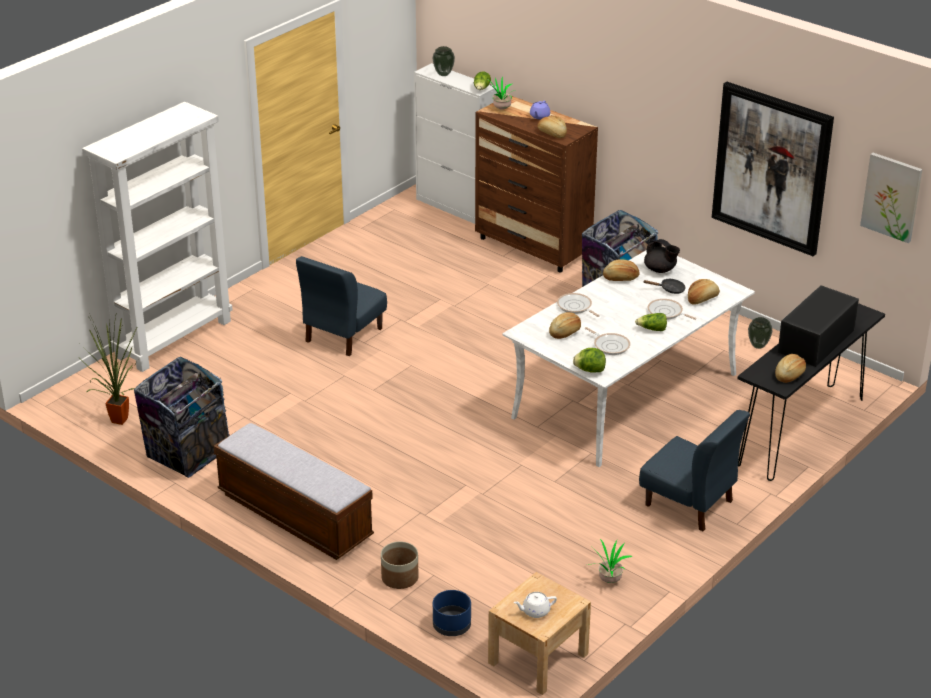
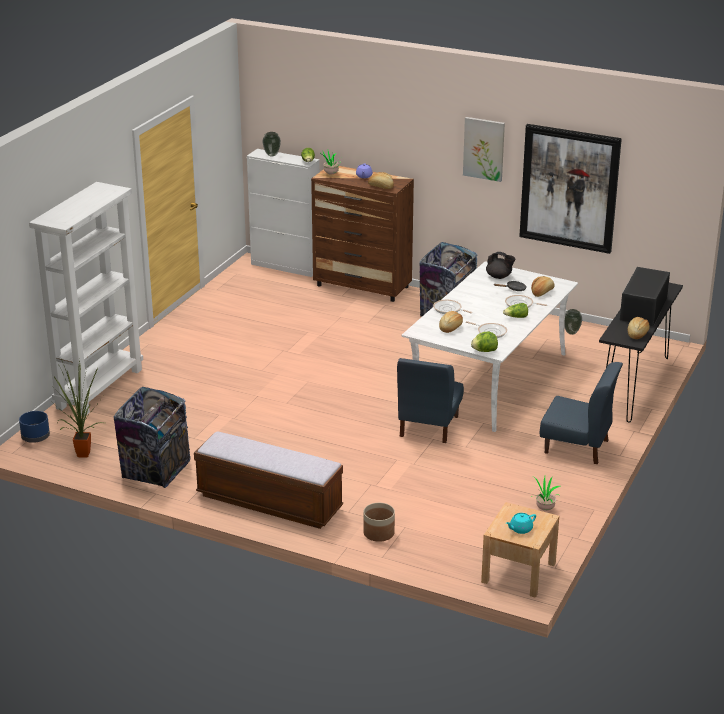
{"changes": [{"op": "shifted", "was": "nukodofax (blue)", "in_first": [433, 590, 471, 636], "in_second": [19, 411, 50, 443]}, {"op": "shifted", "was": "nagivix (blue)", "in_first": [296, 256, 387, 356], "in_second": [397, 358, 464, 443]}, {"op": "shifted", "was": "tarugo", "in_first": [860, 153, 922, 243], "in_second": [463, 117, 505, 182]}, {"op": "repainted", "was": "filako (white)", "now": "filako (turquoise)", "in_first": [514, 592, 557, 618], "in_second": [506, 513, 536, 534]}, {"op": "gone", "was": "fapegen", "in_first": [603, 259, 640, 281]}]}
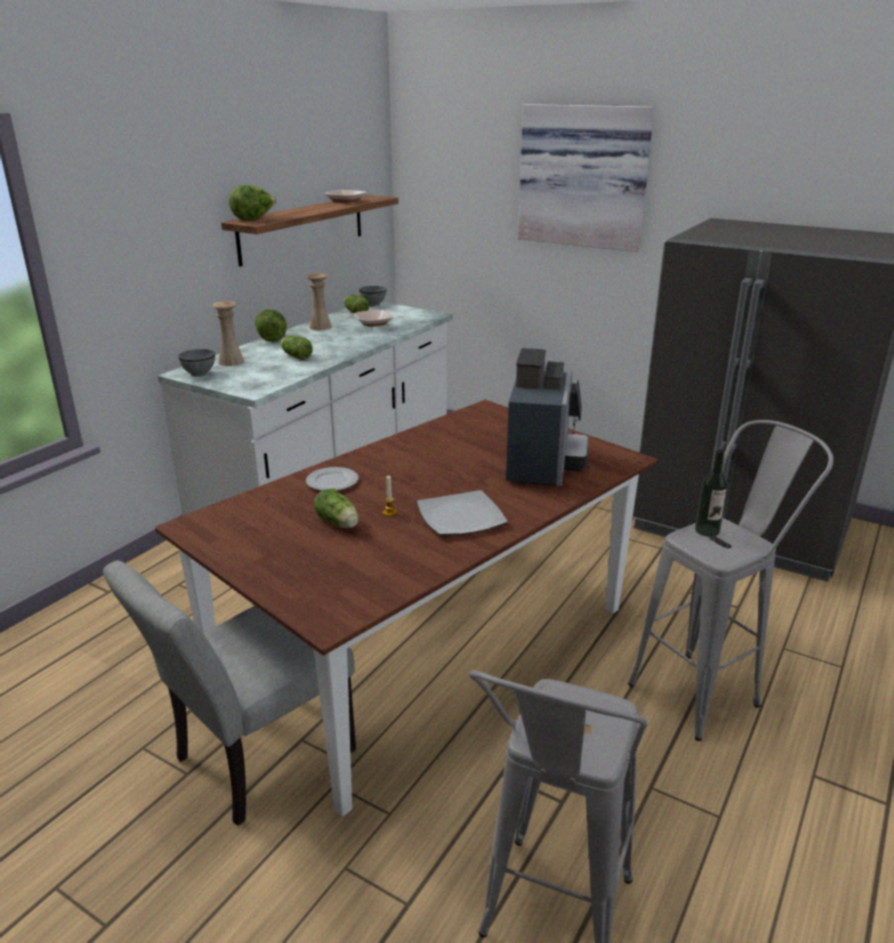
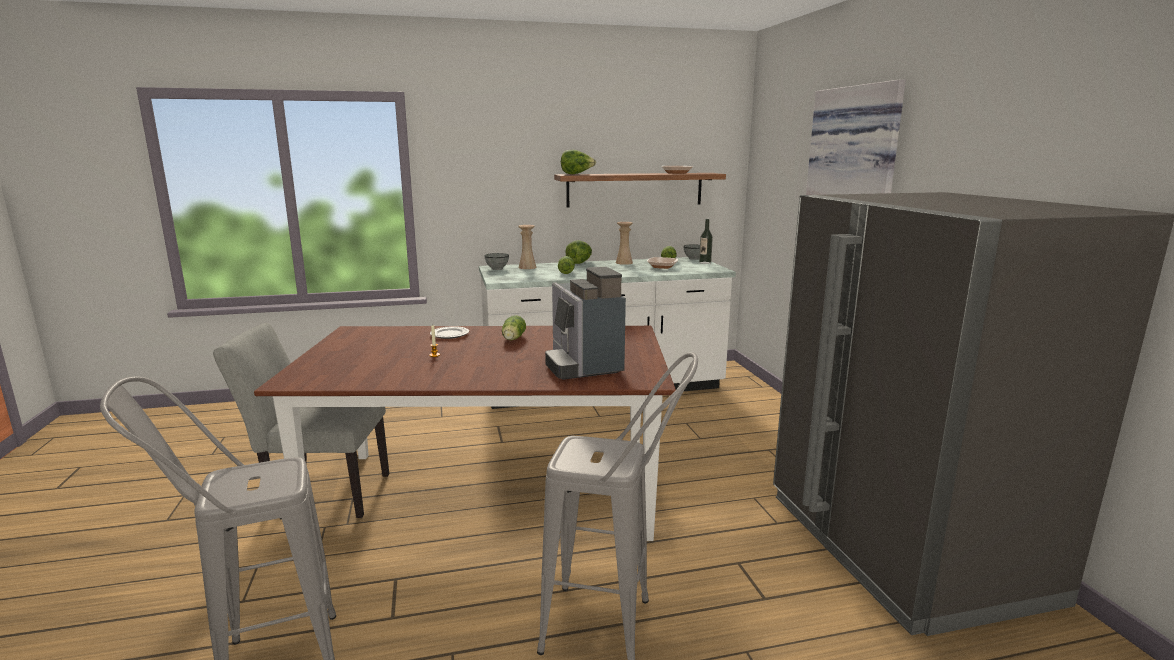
{"changes": [{"op": "shifted", "was": "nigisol", "in_first": [314, 488, 358, 528], "in_second": [502, 315, 526, 340]}, {"op": "rotated", "was": "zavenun", "in_first": [506, 348, 589, 486], "in_second": [545, 267, 626, 380], "clockwise": 105}, {"op": "shifted", "was": "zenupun", "in_first": [695, 450, 728, 537], "in_second": [699, 219, 713, 264]}, {"op": "gone", "was": "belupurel", "in_first": [417, 490, 508, 535]}]}
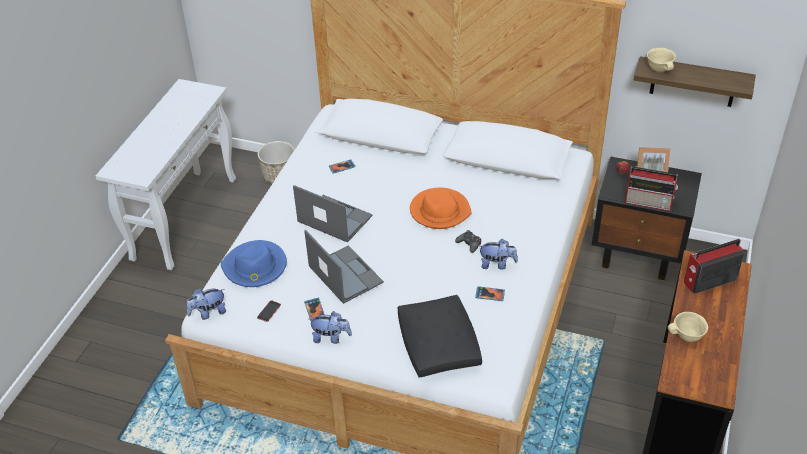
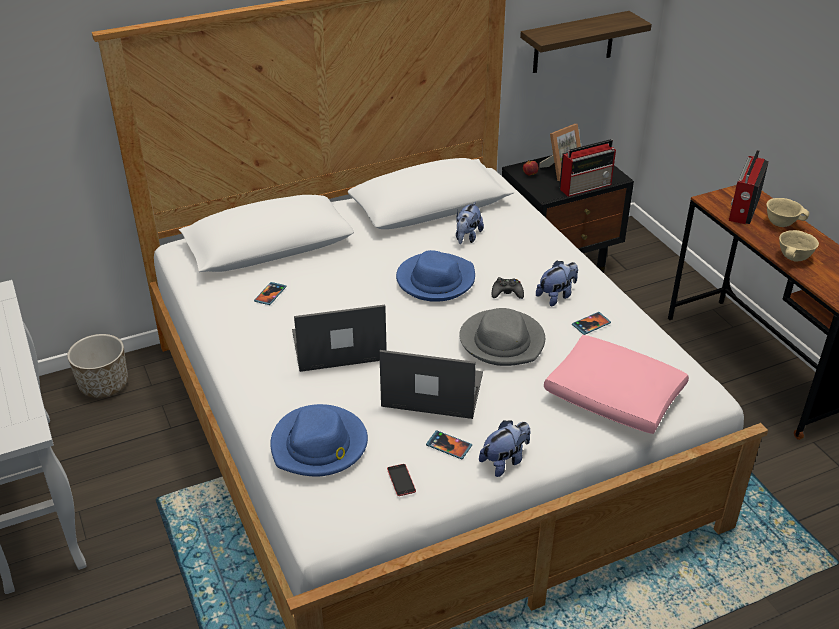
{"changes": [{"op": "repainted", "was": "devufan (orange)", "now": "devufan (blue)", "in_first": [410, 188, 471, 229], "in_second": [396, 250, 475, 302]}, {"op": "shifted", "was": "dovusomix", "in_first": [187, 288, 226, 320], "in_second": [456, 202, 484, 244]}, {"op": "new", "now": "devufan (grey)", "in_second": [459, 308, 545, 366]}, {"op": "repainted", "was": "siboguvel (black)", "now": "siboguvel (pink)", "in_first": [398, 295, 482, 378], "in_second": [544, 335, 689, 434]}, {"op": "shifted", "was": "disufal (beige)", "in_first": [647, 48, 676, 72], "in_second": [766, 198, 809, 227]}]}
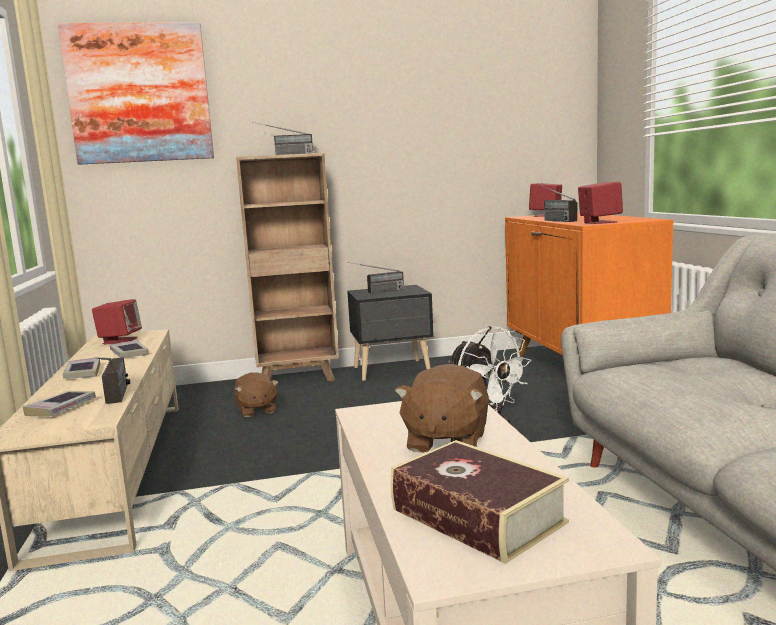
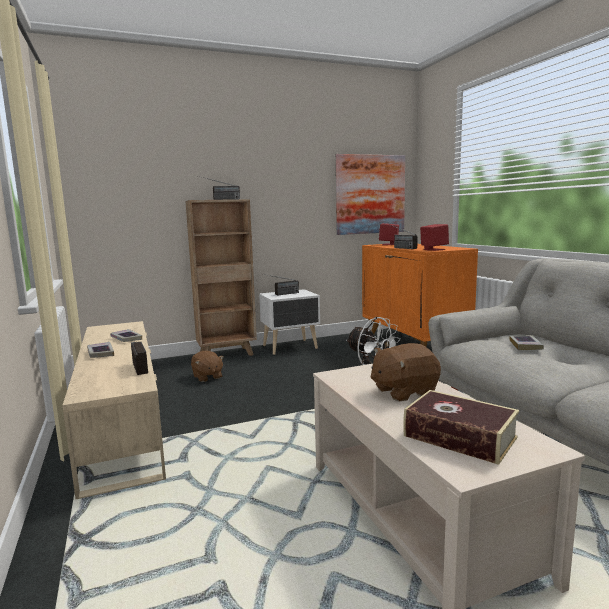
{"changes": [{"op": "repainted", "was": "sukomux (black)", "now": "sukomux (white)", "in_first": [347, 285, 434, 381], "in_second": [259, 289, 320, 355]}, {"op": "shifted", "was": "tarugo", "in_first": [58, 22, 214, 165], "in_second": [336, 154, 405, 235]}, {"op": "rotated", "was": "dovusomix (brown)", "in_first": [395, 364, 489, 453], "in_second": [370, 343, 441, 401], "clockwise": 60}, {"op": "shifted", "was": "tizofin", "in_first": [22, 391, 96, 417], "in_second": [509, 335, 544, 350]}, {"op": "gone", "was": "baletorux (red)", "in_first": [92, 299, 142, 344]}]}
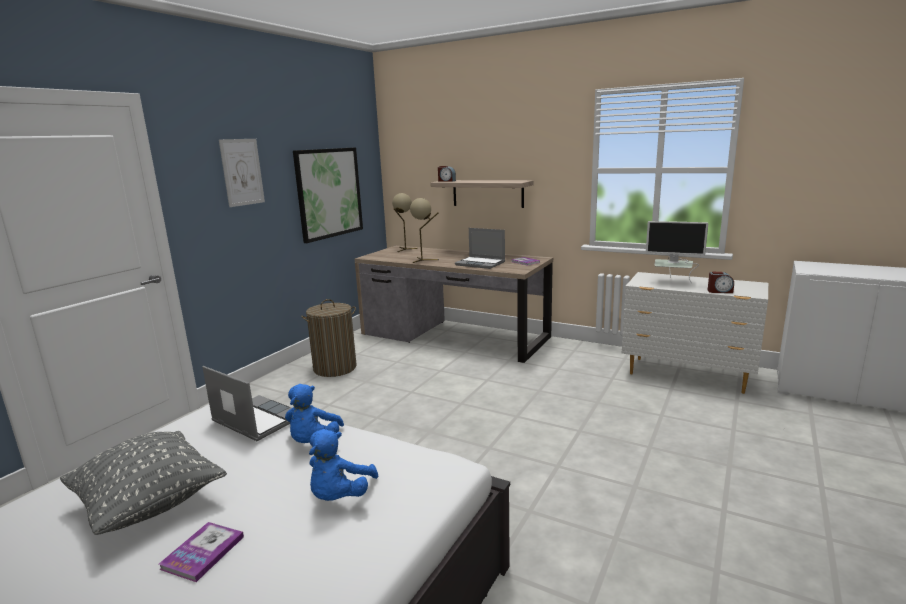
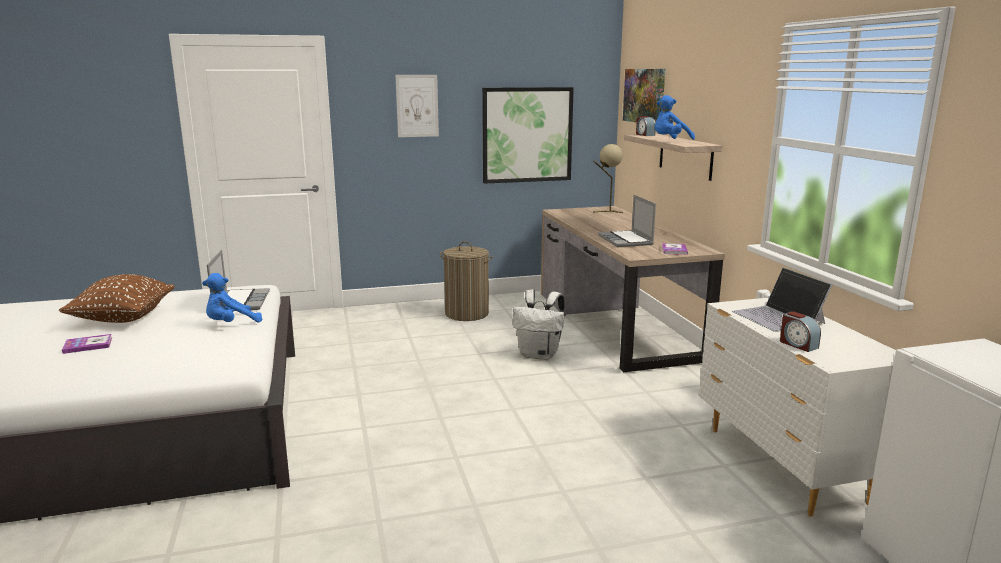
{"changes": [{"op": "repainted", "was": "siboguvel (grey)", "now": "siboguvel (brown)", "in_first": [60, 431, 227, 535], "in_second": [59, 274, 175, 323]}, {"op": "new", "now": "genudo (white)", "in_second": [512, 290, 565, 360]}, {"op": "new", "now": "tarugo", "in_second": [623, 69, 665, 123]}, {"op": "shifted", "was": "dovusomix (blue)", "in_first": [309, 429, 379, 501], "in_second": [655, 95, 695, 140]}, {"op": "swapped", "was": "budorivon", "now": "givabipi", "in_first": [646, 221, 708, 283], "in_second": [732, 268, 832, 332]}, {"op": "gone", "was": "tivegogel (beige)", "in_first": [410, 198, 439, 263]}]}
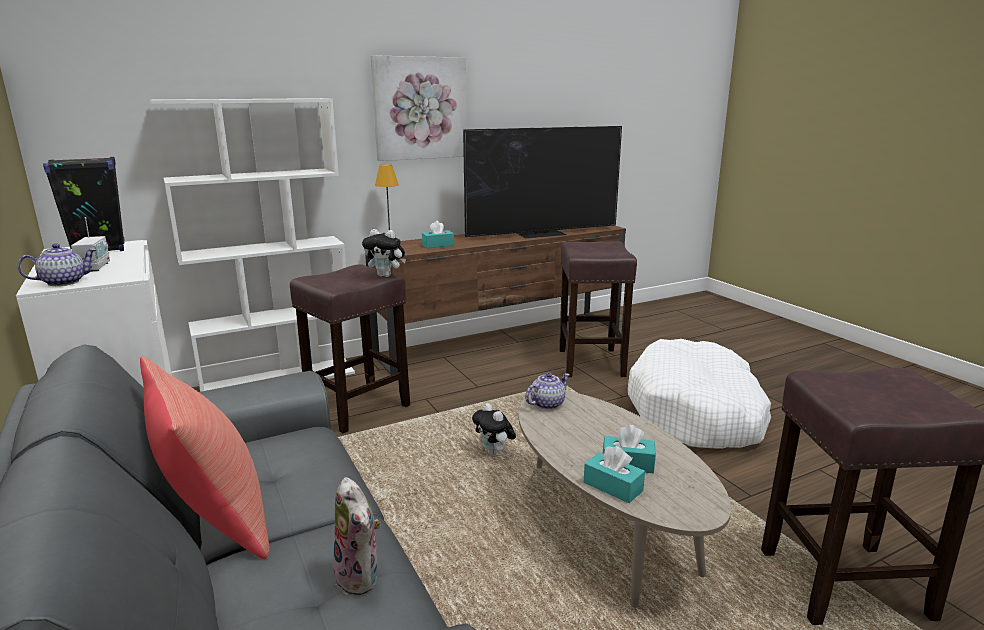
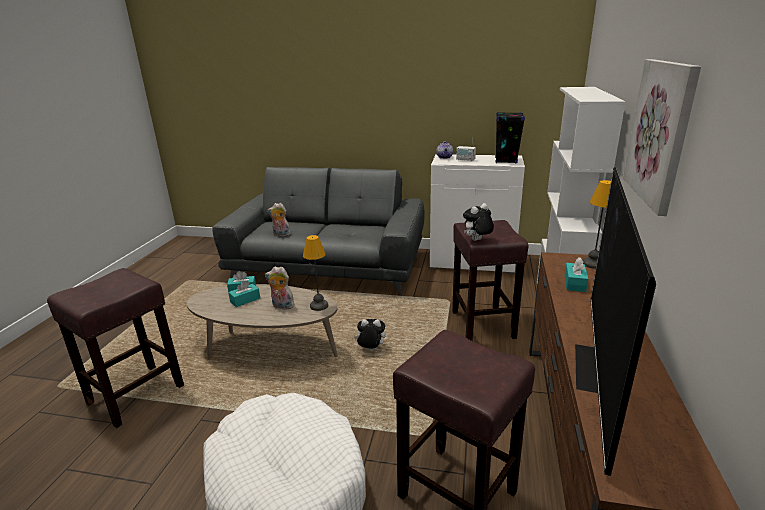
{"changes": [{"op": "new", "now": "dovusomix", "in_second": [265, 266, 295, 310]}, {"op": "swapped", "was": "filako", "now": "tivegogel", "in_first": [525, 373, 570, 410], "in_second": [303, 235, 328, 311]}, {"op": "gone", "was": "siboguvel (red)", "in_first": [140, 356, 270, 559]}]}
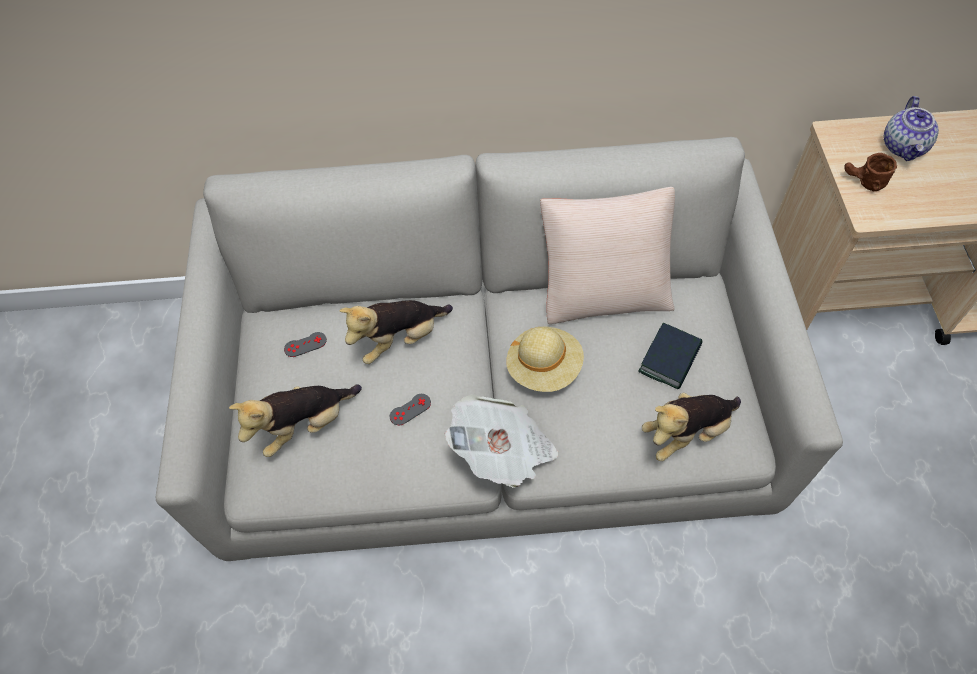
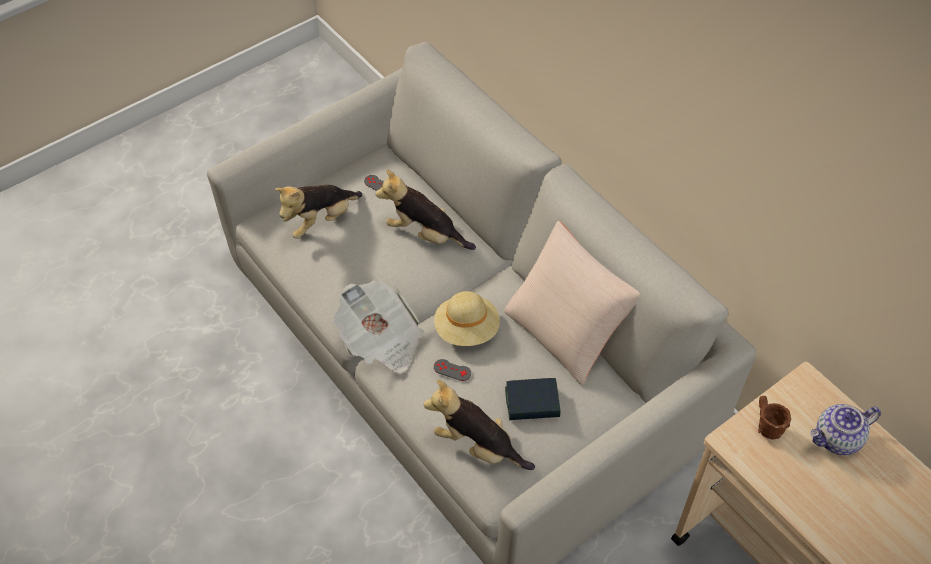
{"changes": [{"op": "rotated", "was": "dovusomix", "in_first": [229, 384, 362, 457], "in_second": [275, 185, 362, 239], "clockwise": -60}, {"op": "shifted", "was": "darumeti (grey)", "in_first": [390, 394, 431, 425], "in_second": [434, 359, 471, 381]}]}
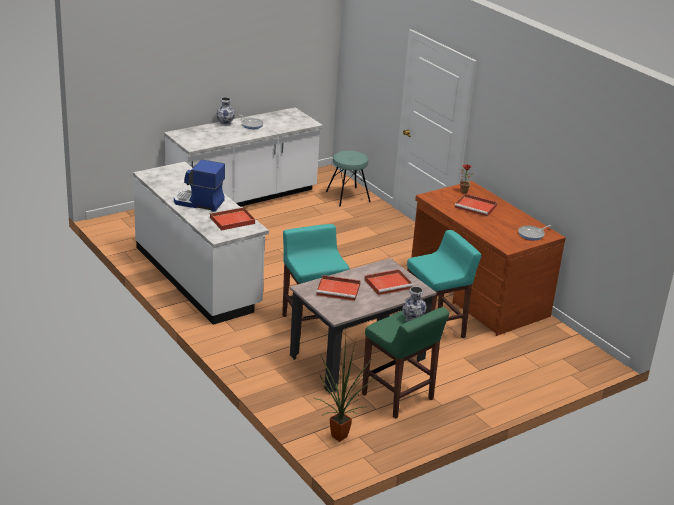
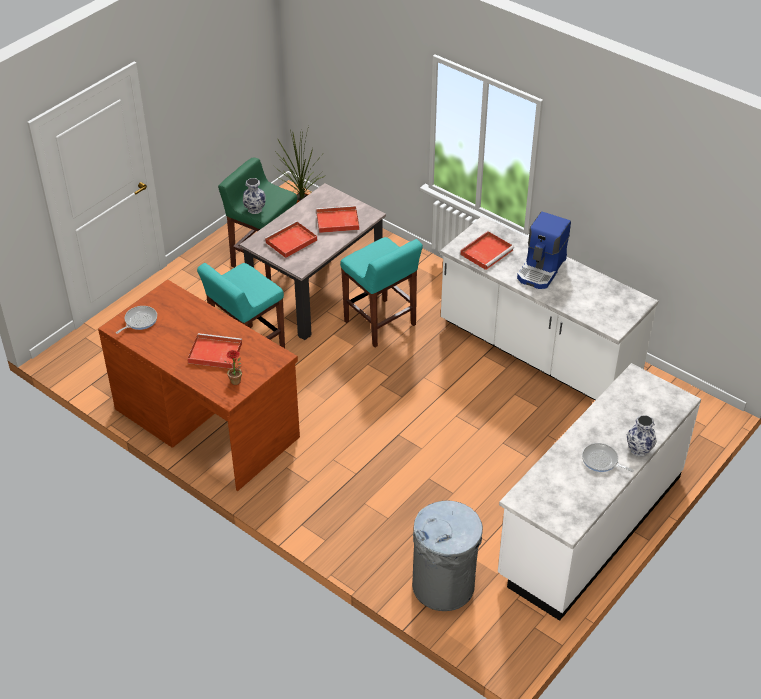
{"changes": [{"op": "swapped", "was": "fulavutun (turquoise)", "now": "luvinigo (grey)", "in_first": [326, 151, 371, 206], "in_second": [412, 500, 483, 611]}, {"op": "rotated", "was": "zavenun", "in_first": [174, 160, 225, 212], "in_second": [517, 211, 571, 289], "clockwise": 120}]}
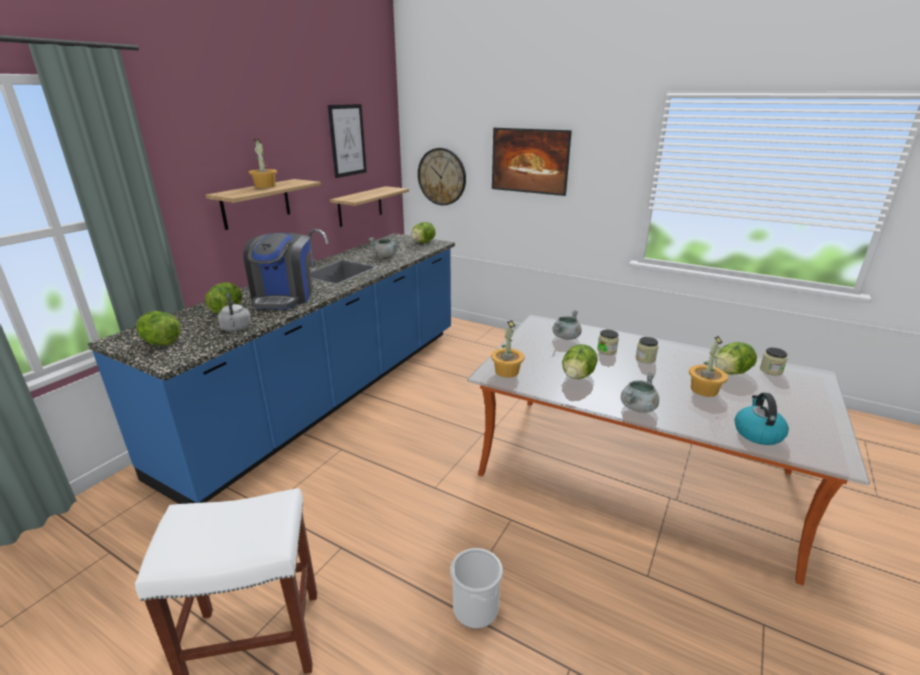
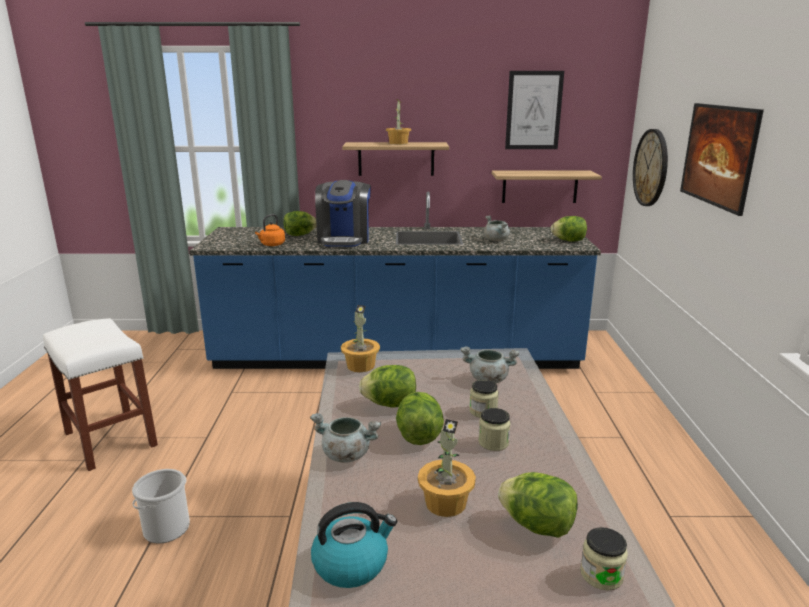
{"changes": [{"op": "repainted", "was": "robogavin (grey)", "now": "robogavin (orange)", "in_first": [218, 293, 251, 331], "in_second": [255, 214, 285, 246]}, {"op": "rotated", "was": "zavenun", "in_first": [243, 233, 312, 309], "in_second": [315, 180, 371, 247], "clockwise": -60}, {"op": "shifted", "was": "nigisol", "in_first": [136, 311, 181, 346], "in_second": [396, 392, 444, 445]}]}
